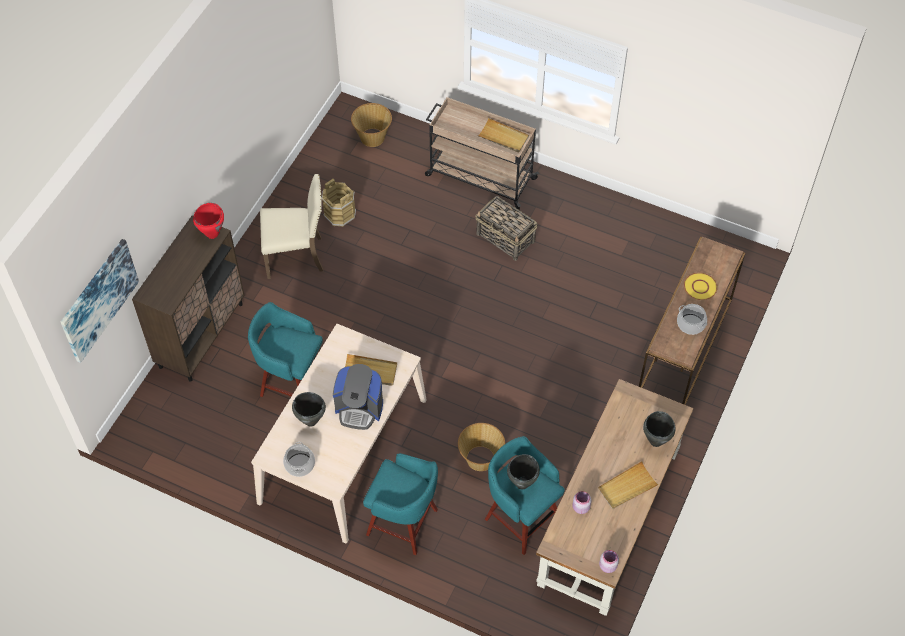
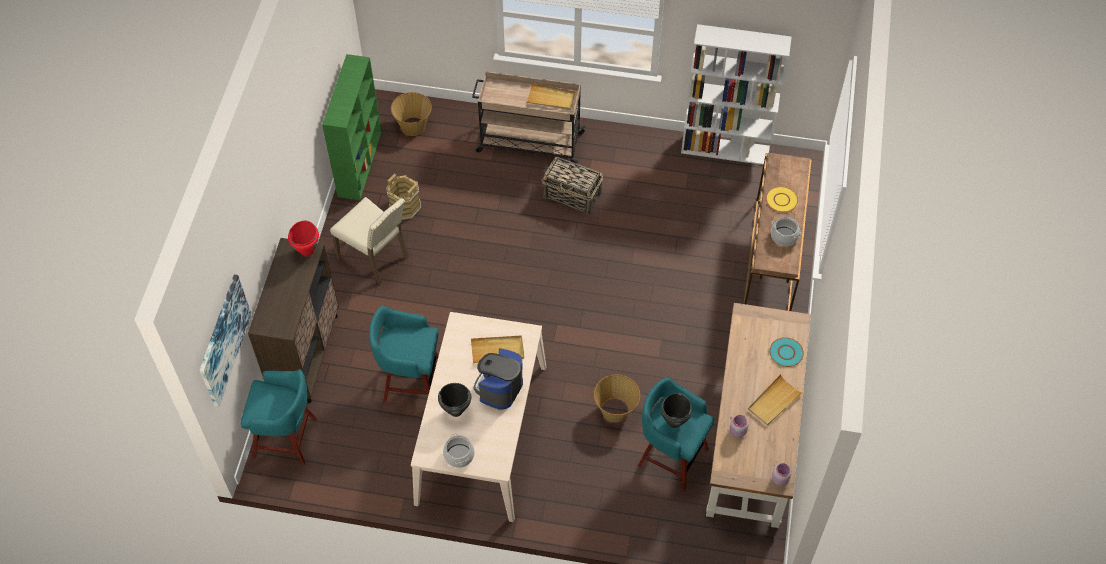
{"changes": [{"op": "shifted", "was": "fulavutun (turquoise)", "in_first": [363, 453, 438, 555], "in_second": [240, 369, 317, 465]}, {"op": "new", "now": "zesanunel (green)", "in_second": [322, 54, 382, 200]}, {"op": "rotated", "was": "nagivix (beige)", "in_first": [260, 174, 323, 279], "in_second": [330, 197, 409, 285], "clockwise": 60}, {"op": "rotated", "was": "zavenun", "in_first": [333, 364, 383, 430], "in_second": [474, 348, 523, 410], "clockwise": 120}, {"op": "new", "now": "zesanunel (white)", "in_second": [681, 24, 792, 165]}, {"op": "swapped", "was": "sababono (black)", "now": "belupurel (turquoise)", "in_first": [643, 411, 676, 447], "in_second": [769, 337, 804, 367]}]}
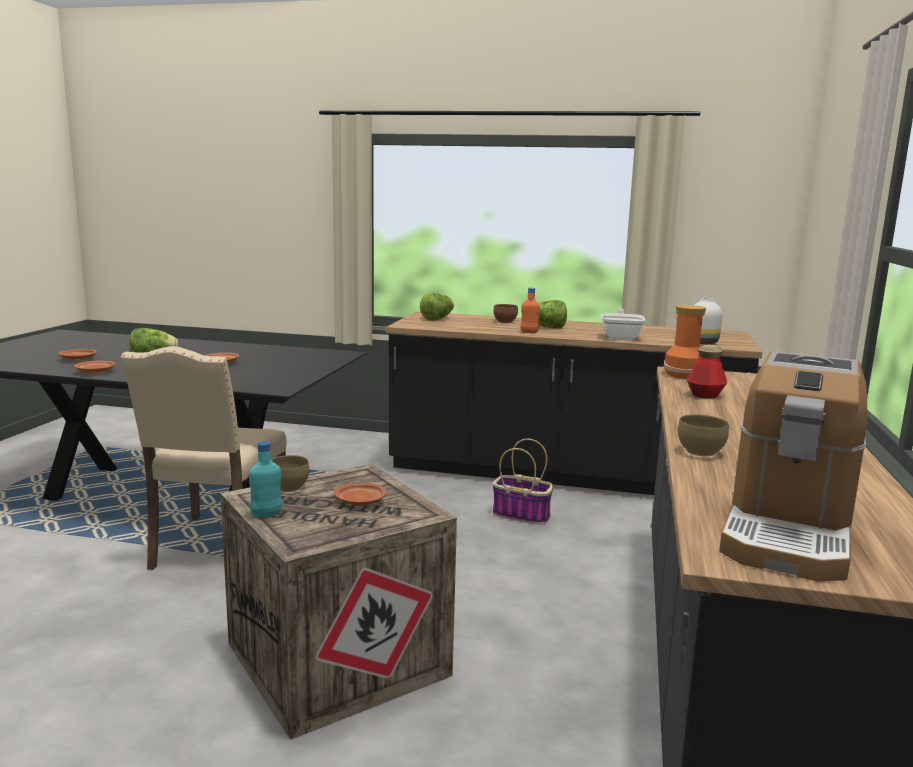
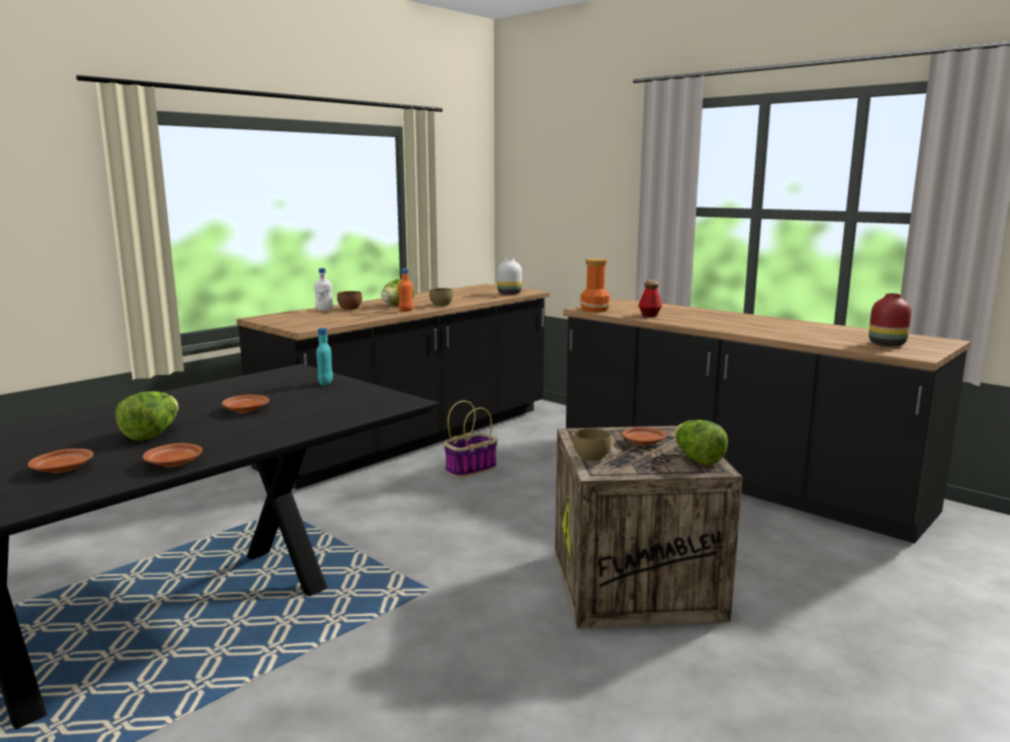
{"changes": [{"op": "new", "now": "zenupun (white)", "in_second": [314, 268, 333, 311]}, {"op": "shifted", "was": "zenupun (turquoise)", "in_first": [249, 441, 282, 518], "in_second": [316, 328, 333, 386]}, {"op": "shifted", "was": "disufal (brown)", "in_first": [678, 414, 729, 456], "in_second": [429, 288, 453, 306]}, {"op": "shifted", "was": "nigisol", "in_first": [420, 293, 454, 321], "in_second": [674, 420, 728, 466]}, {"op": "swapped", "was": "zavenun", "now": "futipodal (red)", "in_first": [719, 351, 867, 582], "in_second": [869, 293, 911, 346]}, {"op": "gone", "was": "nagivix (beige)", "in_first": [121, 346, 287, 570]}, {"op": "gone", "was": "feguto", "in_first": [601, 308, 645, 340]}]}
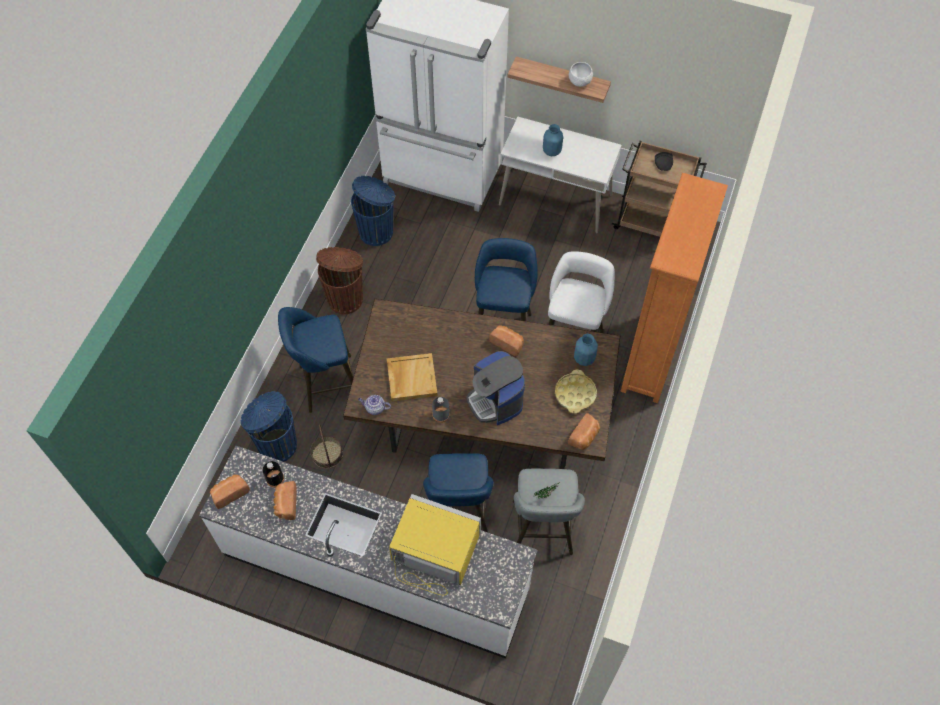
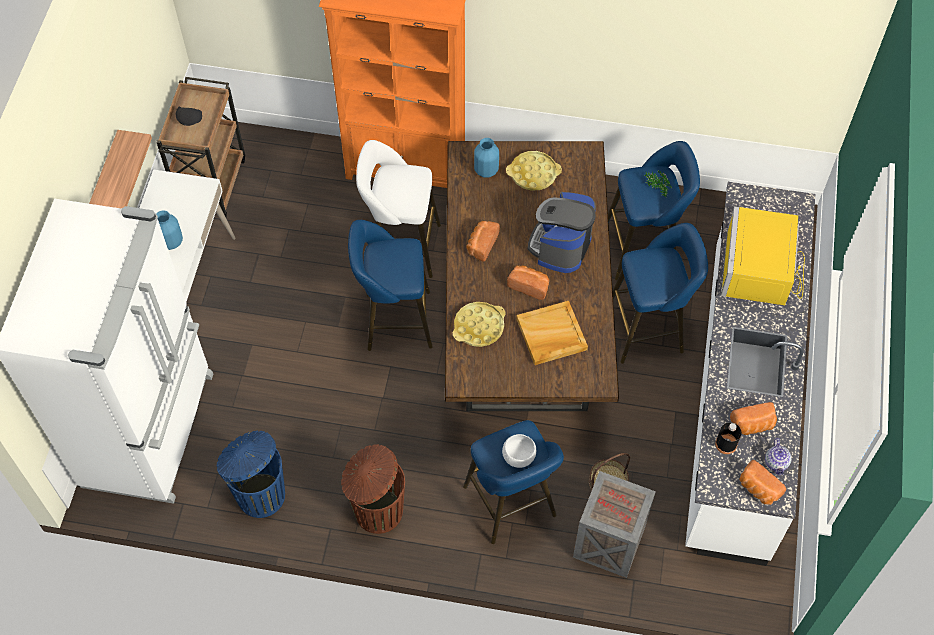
{"changes": [{"op": "new", "now": "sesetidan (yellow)", "in_second": [453, 302, 506, 347]}, {"op": "shifted", "was": "disufal (white)", "in_first": [569, 62, 593, 87], "in_second": [502, 434, 536, 468]}, {"op": "shifted", "was": "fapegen", "in_first": [568, 413, 600, 450], "in_second": [507, 266, 549, 300]}, {"op": "rotated", "was": "zavenun", "in_first": [466, 351, 525, 425], "in_second": [528, 192, 596, 273], "clockwise": 150}, {"op": "swapped", "was": "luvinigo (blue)", "now": "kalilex", "in_first": [241, 391, 297, 462], "in_second": [573, 471, 656, 578]}, {"op": "repainted", "was": "fulavutun (grey)", "now": "fulavutun (blue)", "in_first": [513, 469, 585, 555], "in_second": [608, 141, 700, 280]}, {"op": "shifted", "was": "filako", "in_first": [358, 395, 391, 415], "in_second": [765, 438, 792, 475]}, {"op": "gone", "was": "zenupun (grey)", "in_first": [432, 397, 450, 423]}]}
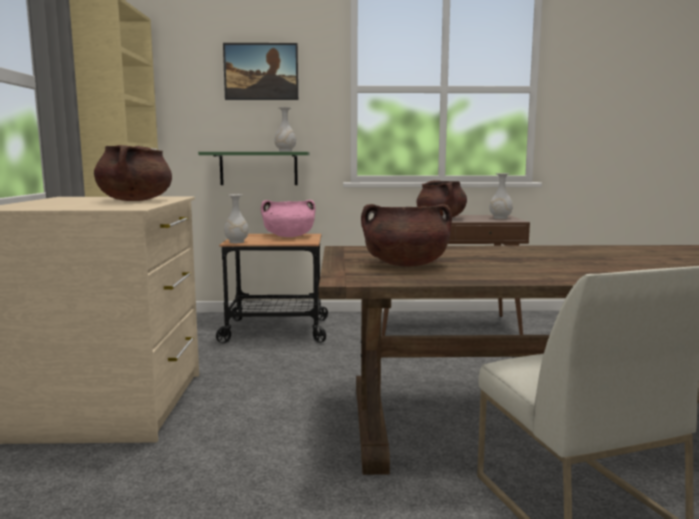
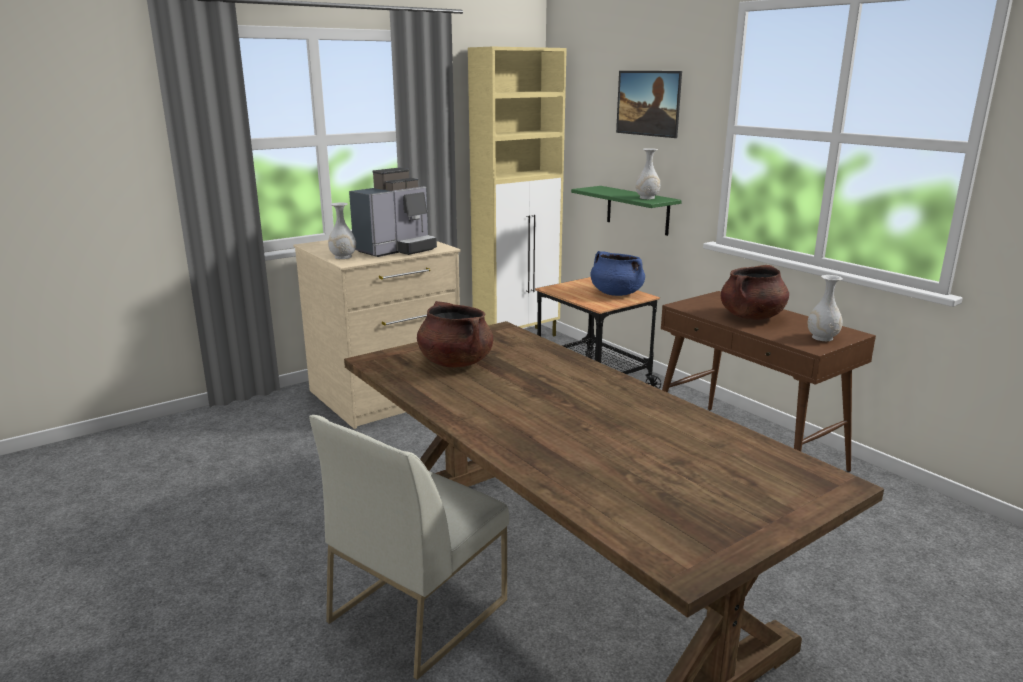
{"changes": [{"op": "shifted", "was": "futipodal (white)", "in_first": [224, 194, 249, 243], "in_second": [328, 203, 356, 259]}, {"op": "swapped", "was": "sababono (brown)", "now": "zavenun", "in_first": [94, 145, 172, 201], "in_second": [349, 168, 437, 257]}, {"op": "repainted", "was": "sababono (pink)", "now": "sababono (blue)", "in_first": [261, 200, 316, 237], "in_second": [590, 251, 645, 296]}]}
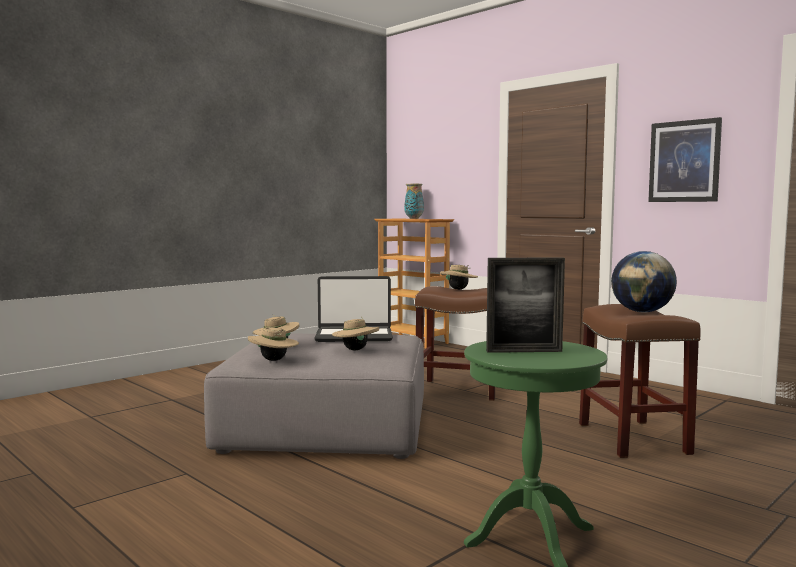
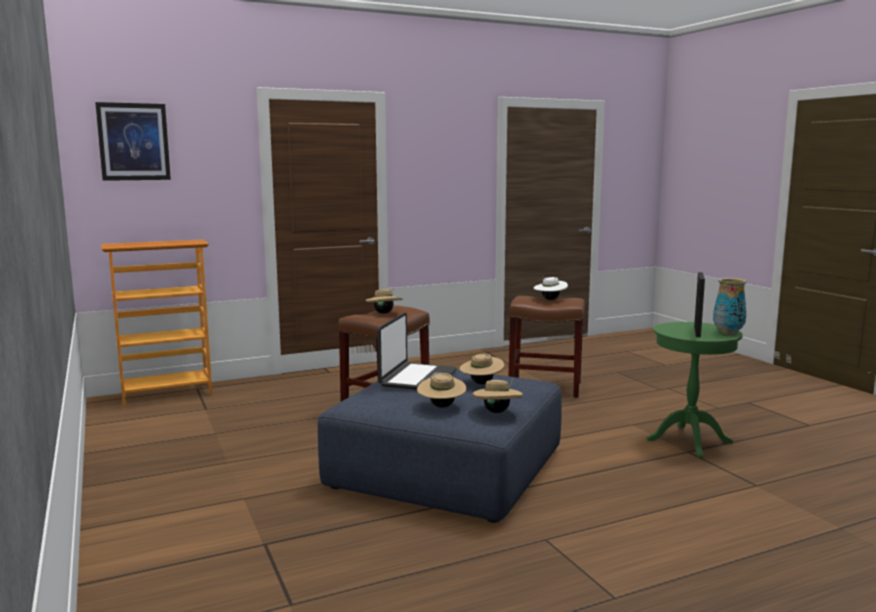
{"changes": [{"op": "shifted", "was": "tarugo", "in_first": [648, 117, 722, 202], "in_second": [95, 102, 171, 181]}, {"op": "repainted", "was": "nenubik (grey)", "now": "nenubik (blue)", "in_first": [204, 334, 424, 459], "in_second": [318, 370, 562, 523]}, {"op": "swapped", "was": "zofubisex", "now": "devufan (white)", "in_first": [611, 251, 677, 313], "in_second": [534, 276, 568, 300]}, {"op": "shifted", "was": "futipodal", "in_first": [404, 184, 424, 219], "in_second": [713, 278, 747, 335]}]}
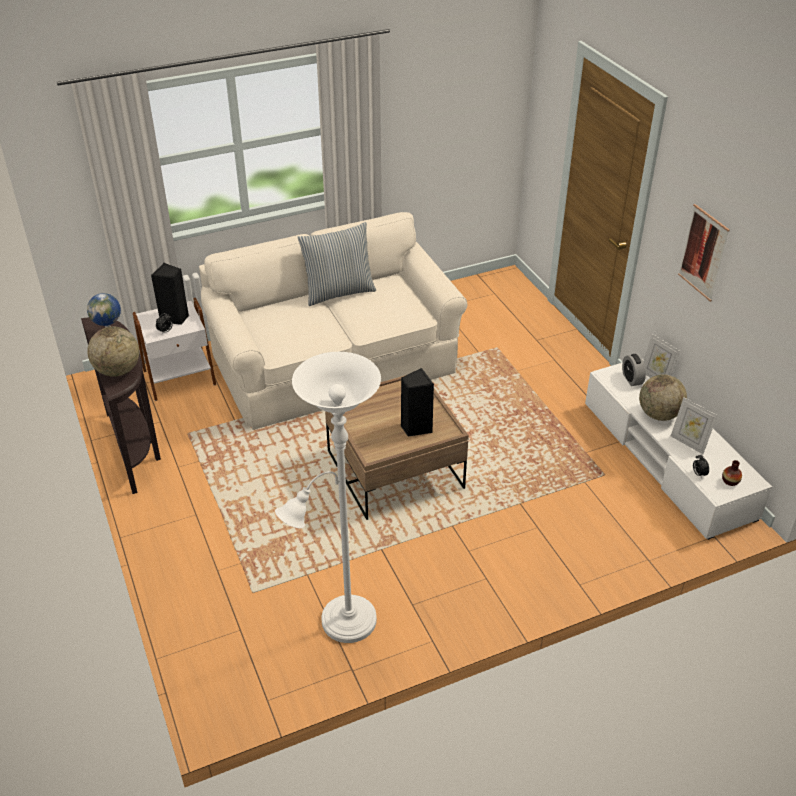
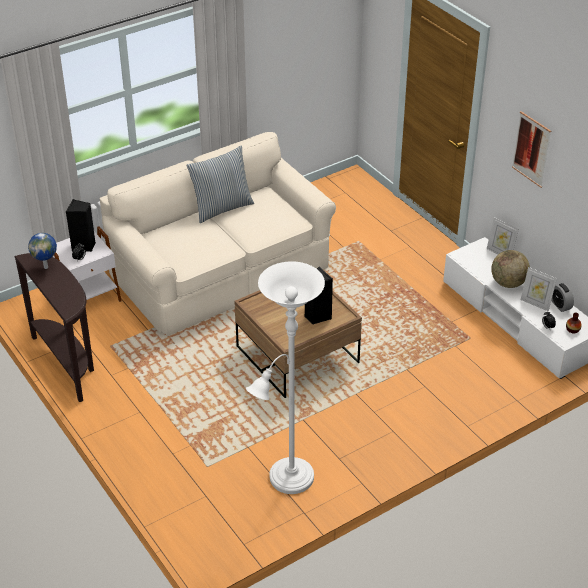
{"changes": [{"op": "shifted", "was": "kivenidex", "in_first": [622, 354, 646, 386], "in_second": [551, 283, 574, 312]}, {"op": "gone", "was": "zofubisex", "in_first": [87, 327, 139, 377]}]}
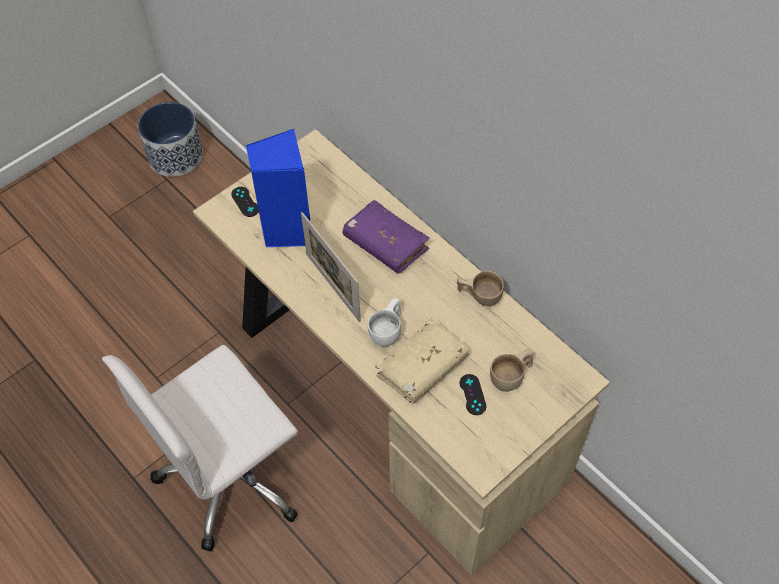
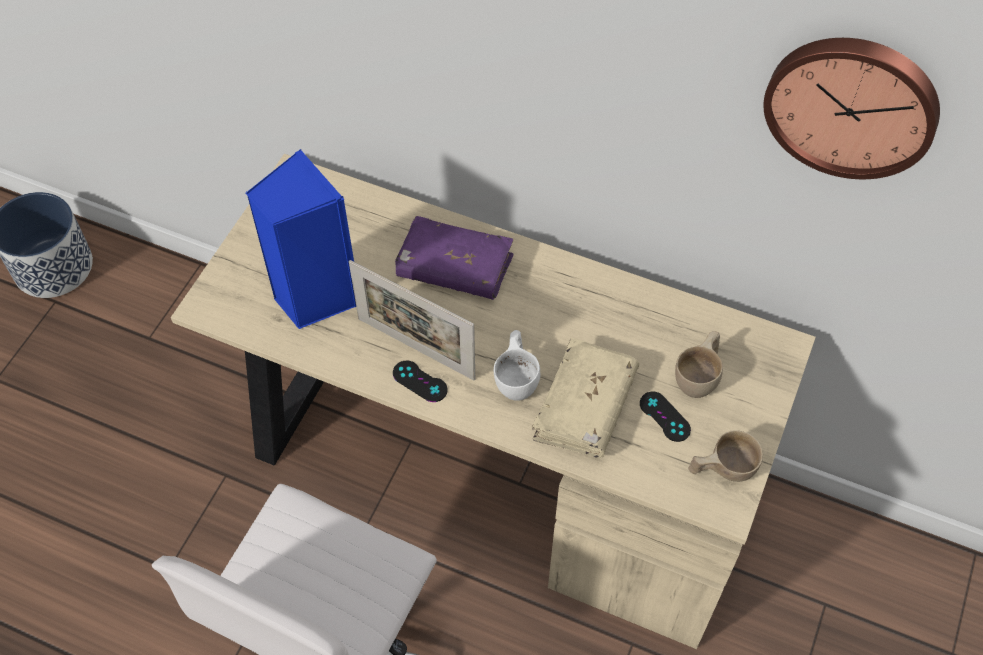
{"changes": [{"op": "shifted", "was": "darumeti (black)", "in_first": [231, 187, 259, 217], "in_second": [393, 361, 448, 402]}, {"op": "shifted", "was": "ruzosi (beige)", "in_first": [457, 271, 504, 306], "in_second": [688, 430, 763, 482]}, {"op": "new", "now": "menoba", "in_second": [763, 38, 940, 179]}]}
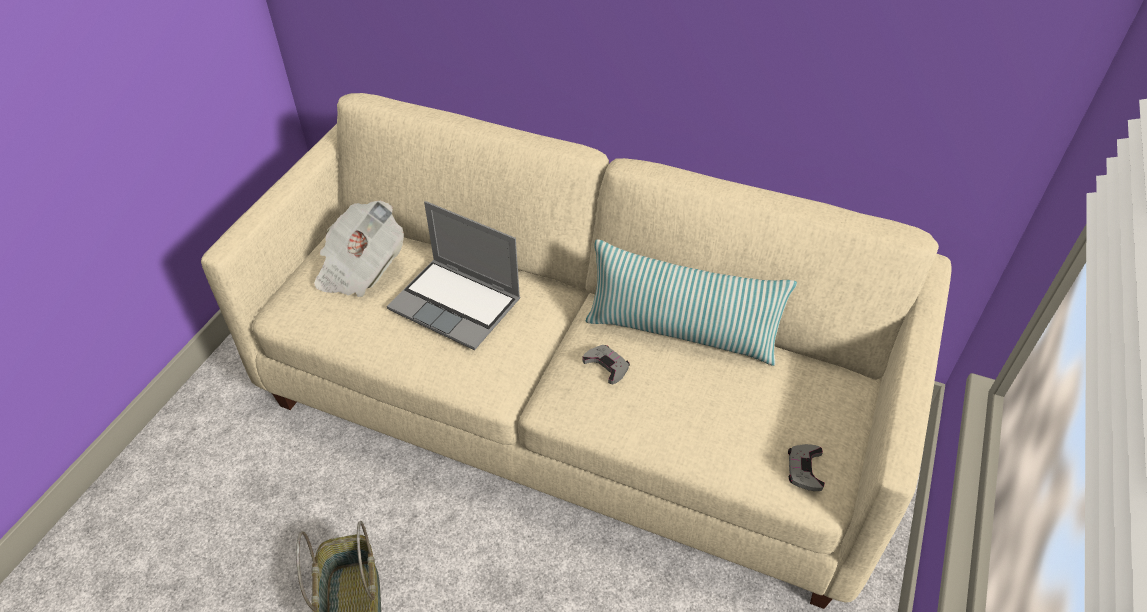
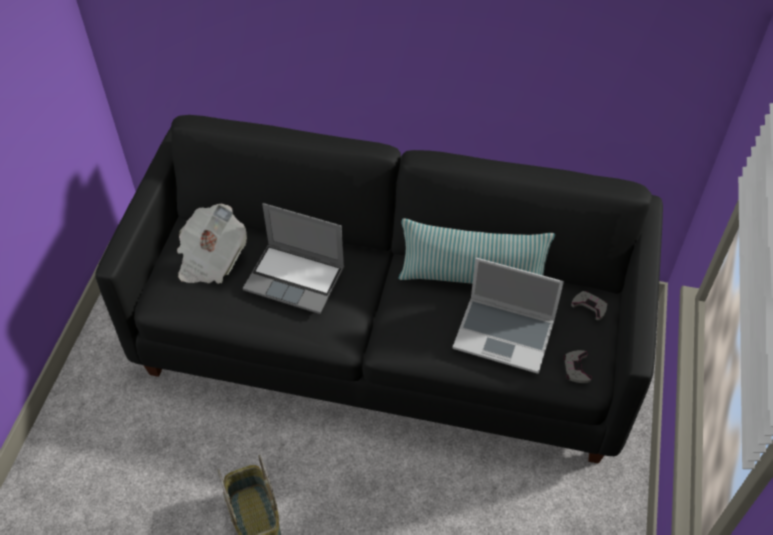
{"changes": [{"op": "repainted", "was": "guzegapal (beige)", "now": "guzegapal (black)", "in_first": [201, 93, 952, 609], "in_second": [95, 115, 663, 464]}, {"op": "new", "now": "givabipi", "in_second": [453, 258, 564, 374]}, {"op": "shifted", "was": "darumeti (grey)", "in_first": [582, 345, 630, 384], "in_second": [571, 291, 607, 320]}]}
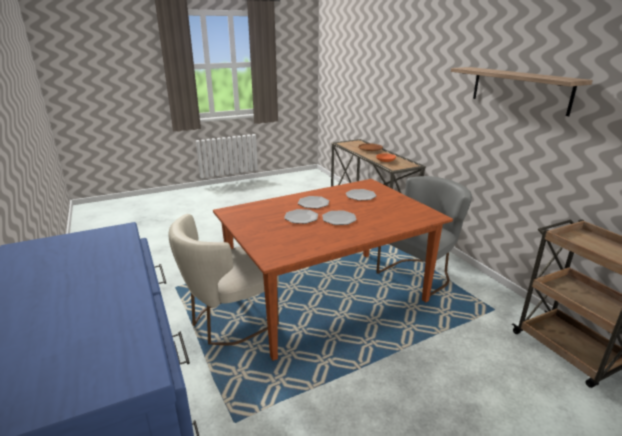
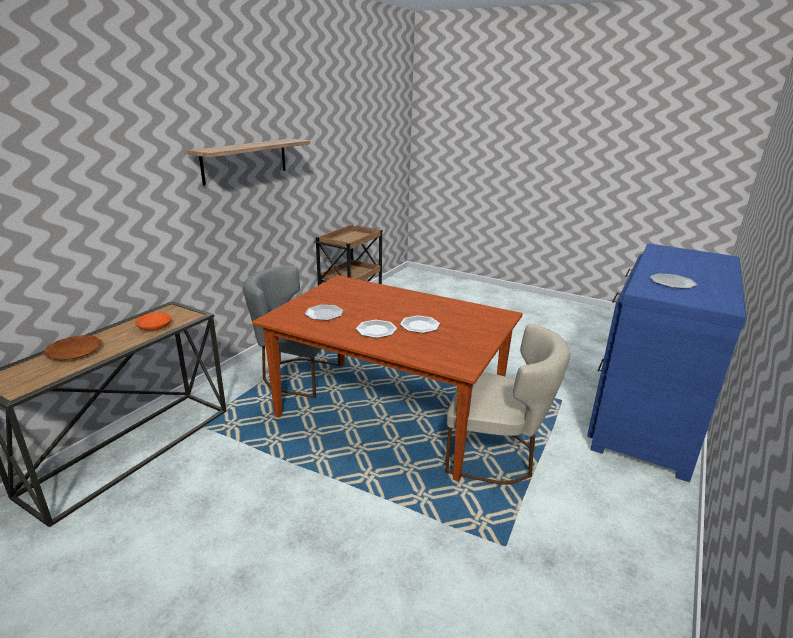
{"changes": [{"op": "shifted", "was": "belupurel", "in_first": [322, 211, 357, 225], "in_second": [650, 273, 697, 289]}]}
